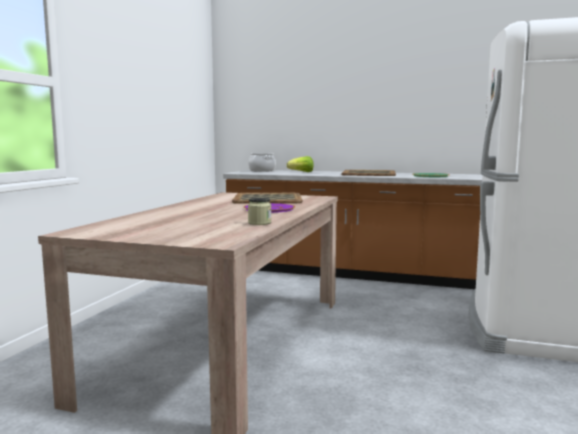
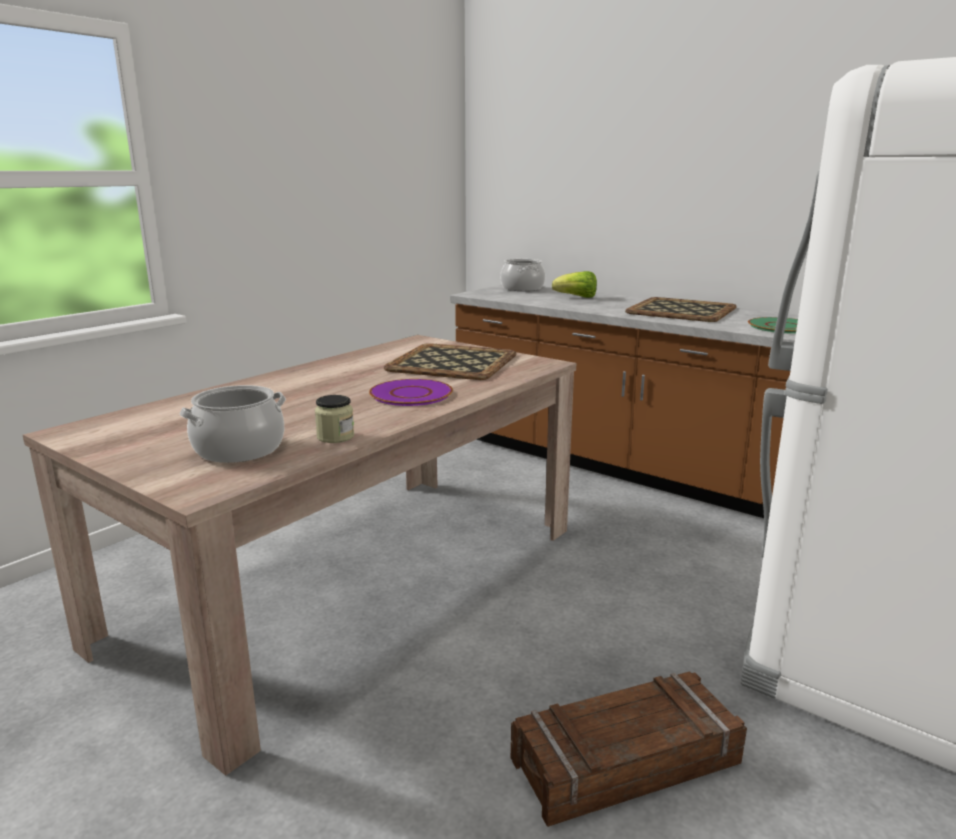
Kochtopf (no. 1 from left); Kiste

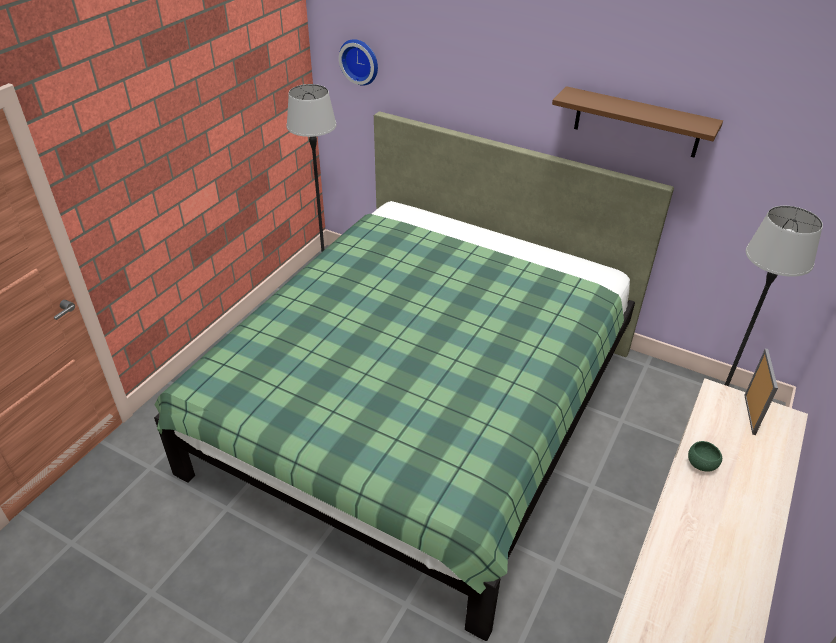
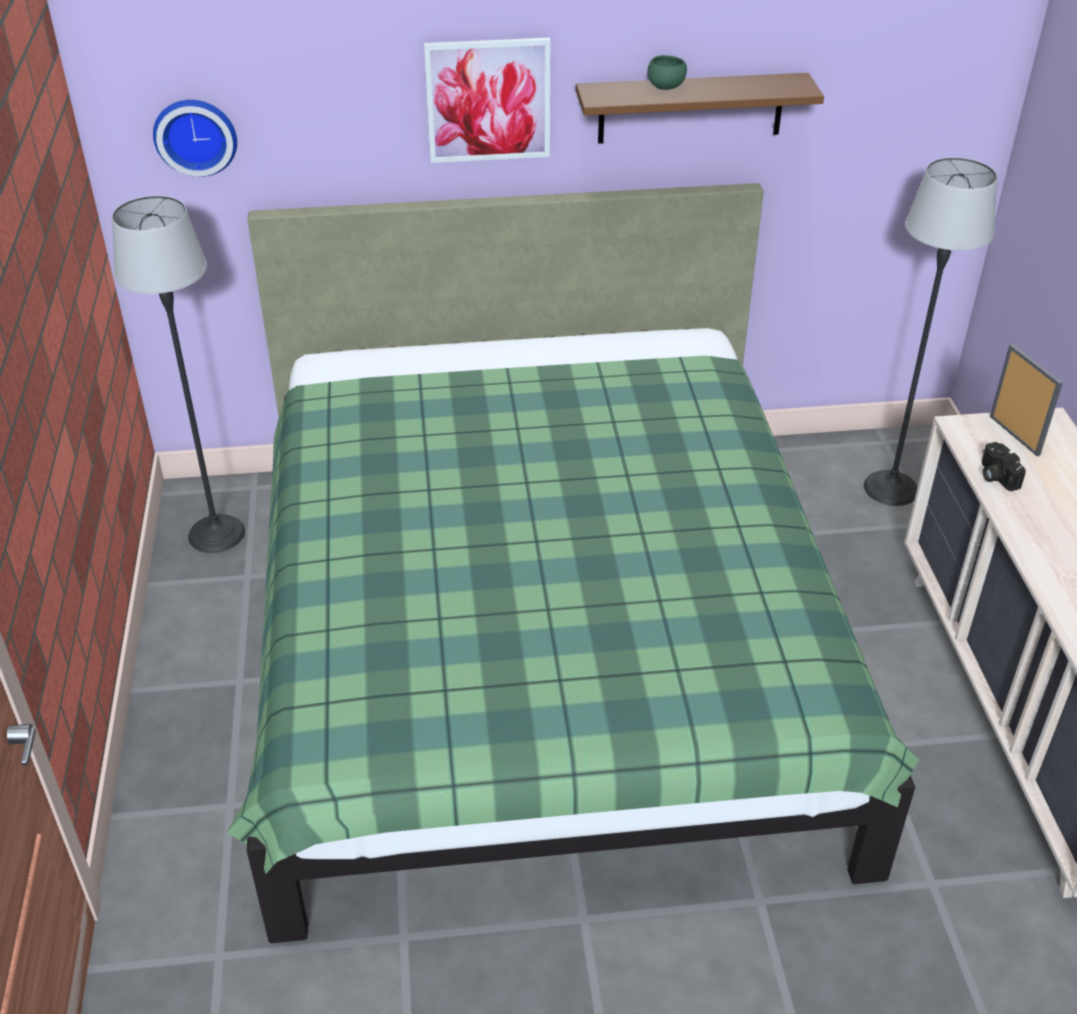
Bild; Schüssel/grün; Kamera

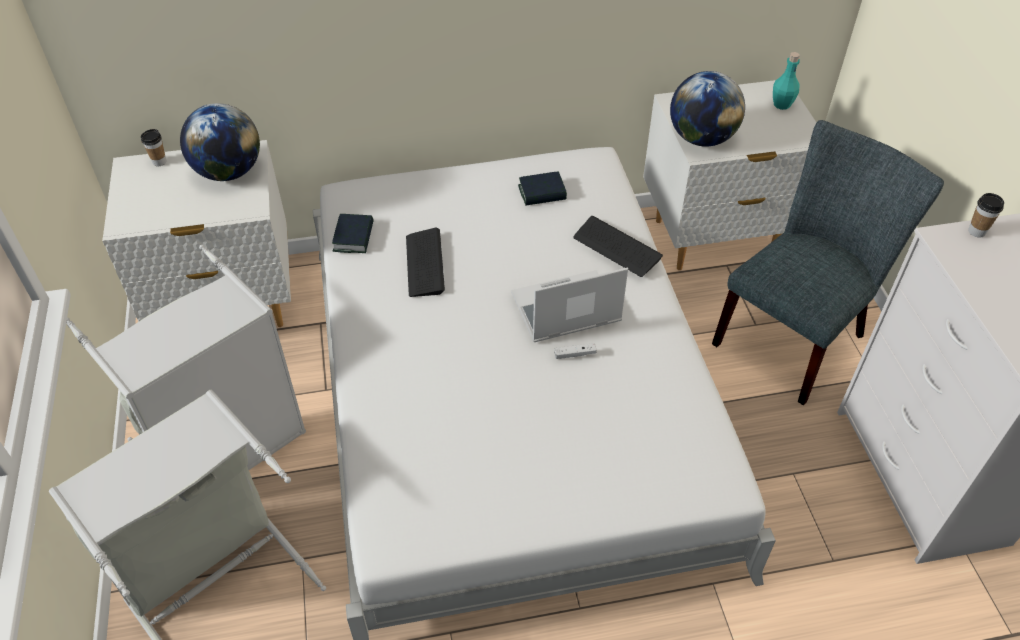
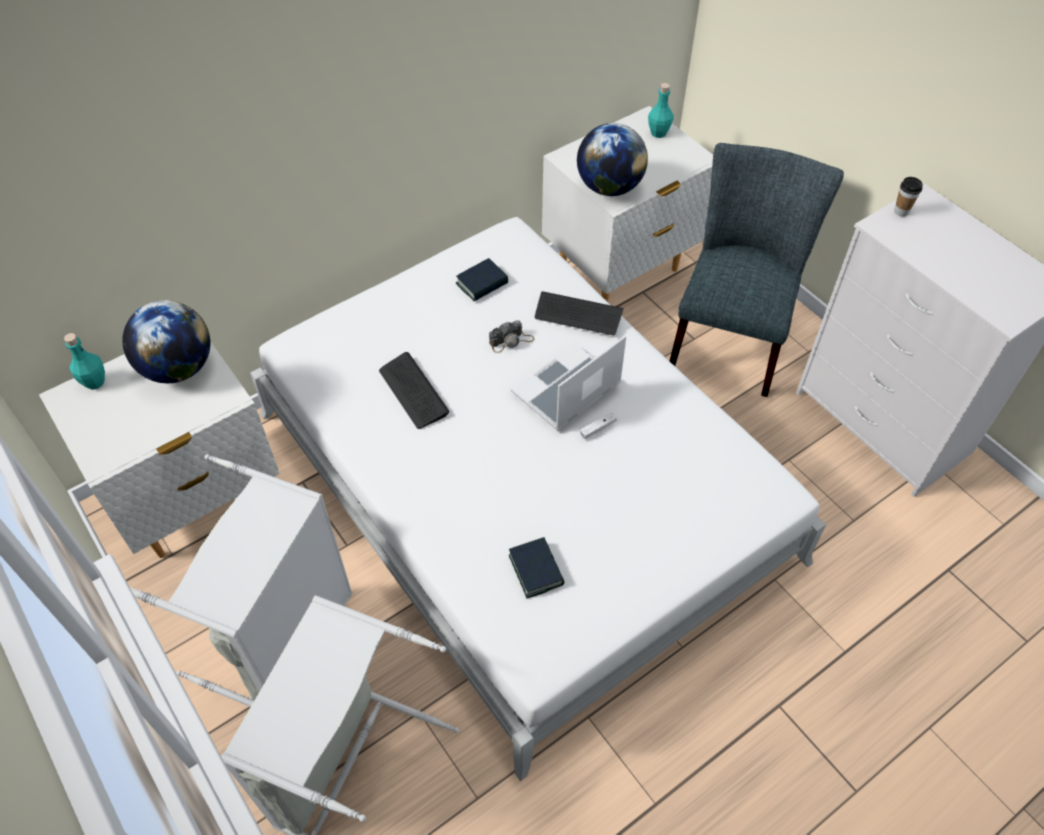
Flasche/türkis (no. 1 from left); Kamera; Buch (no. 2 from left)

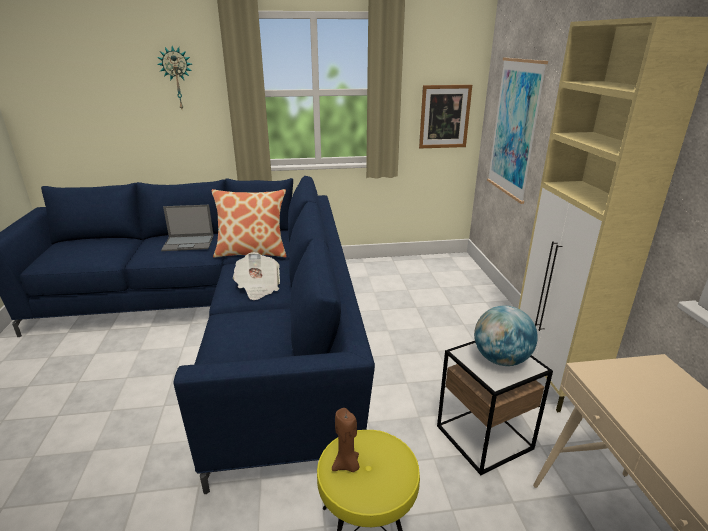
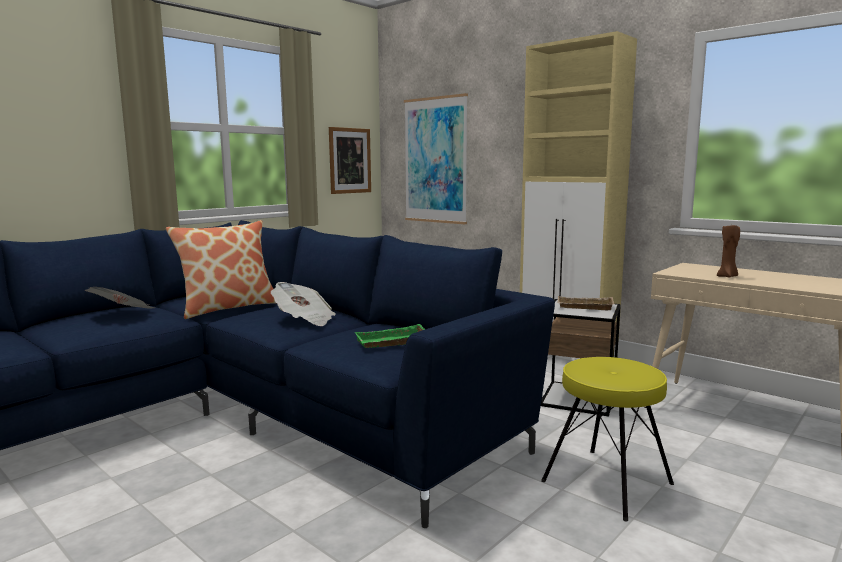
Zeitung (no. 1 from left); Tablett/grün; Tablett/beige; Kerze/braun; Wanduhr

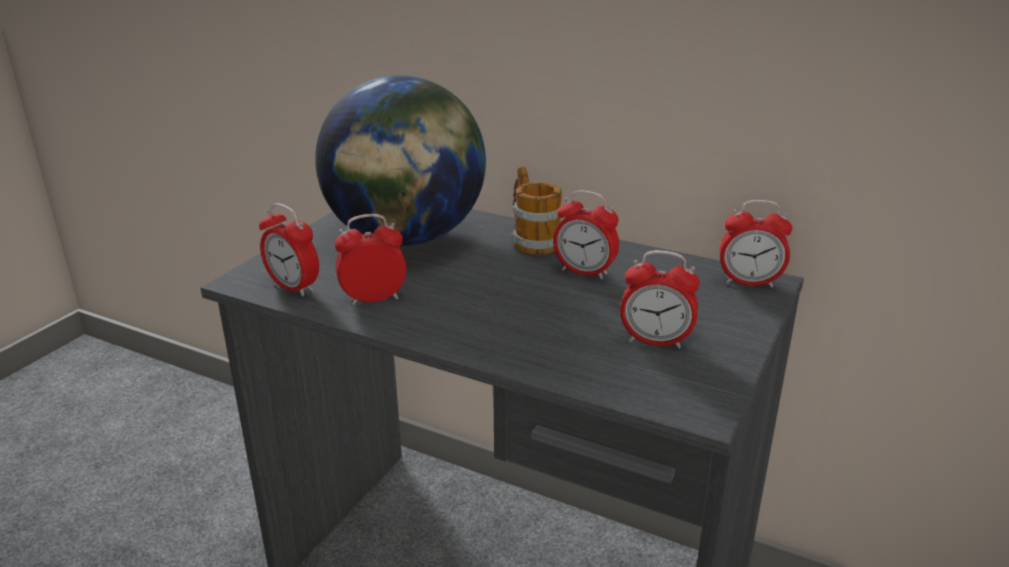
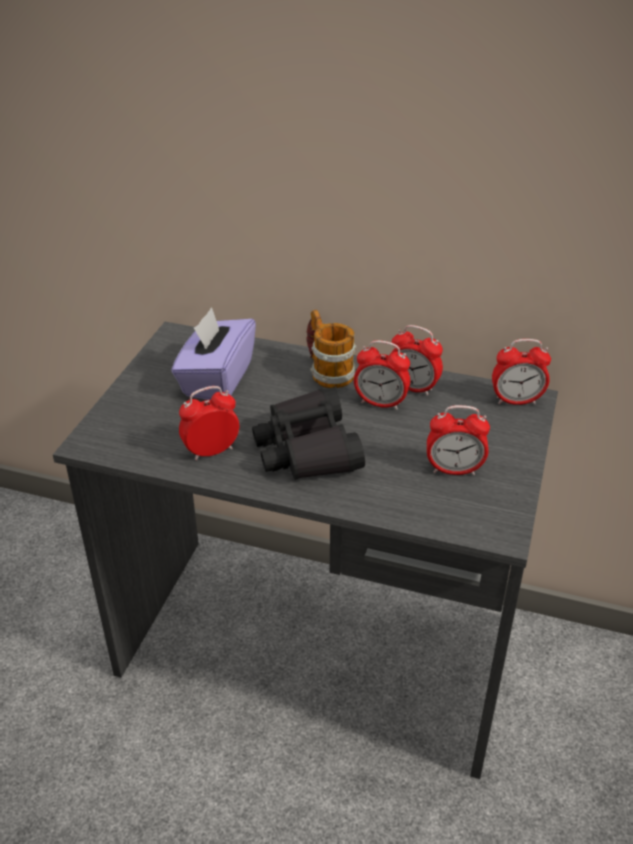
Taschentuchbox/lila; Fernglas/schwarz; Wecker (no. 3 from left)

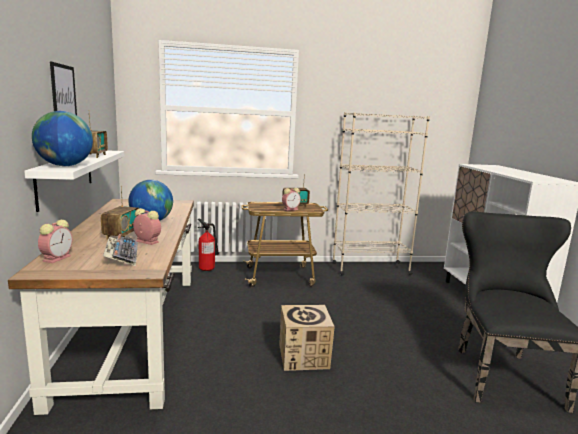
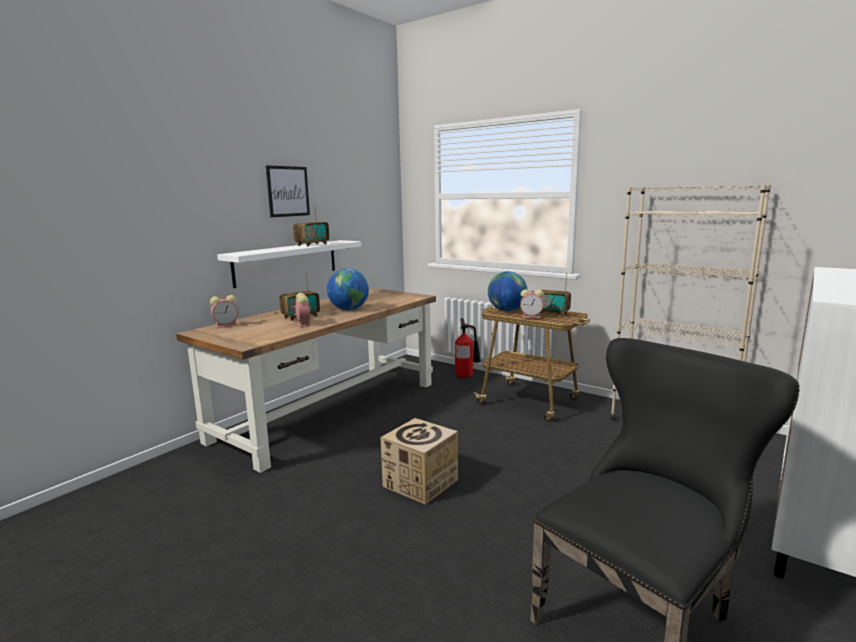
Globus (no. 2 from left); Tastatur

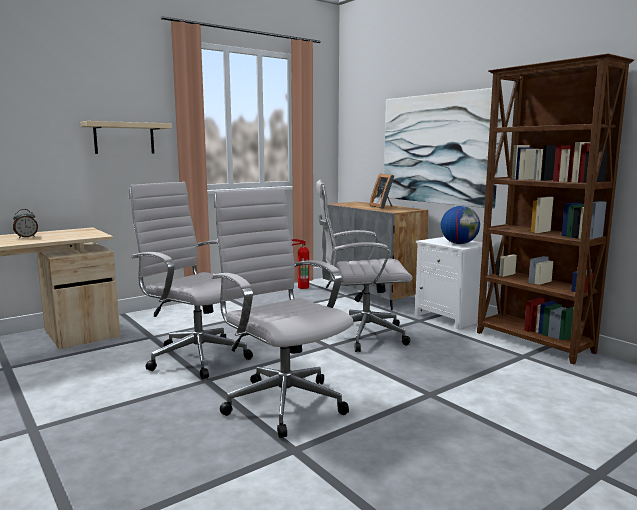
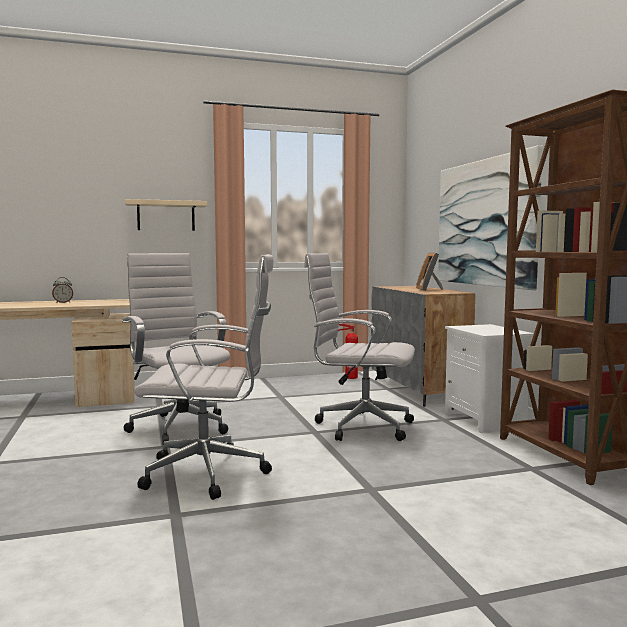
Bürostuhl/weiß (no. 2 from left); Globus

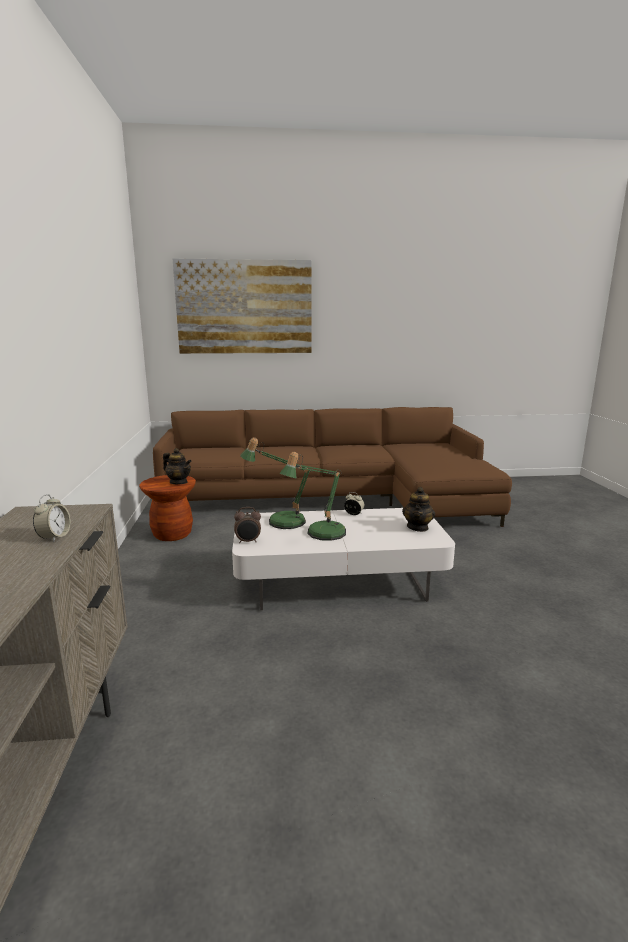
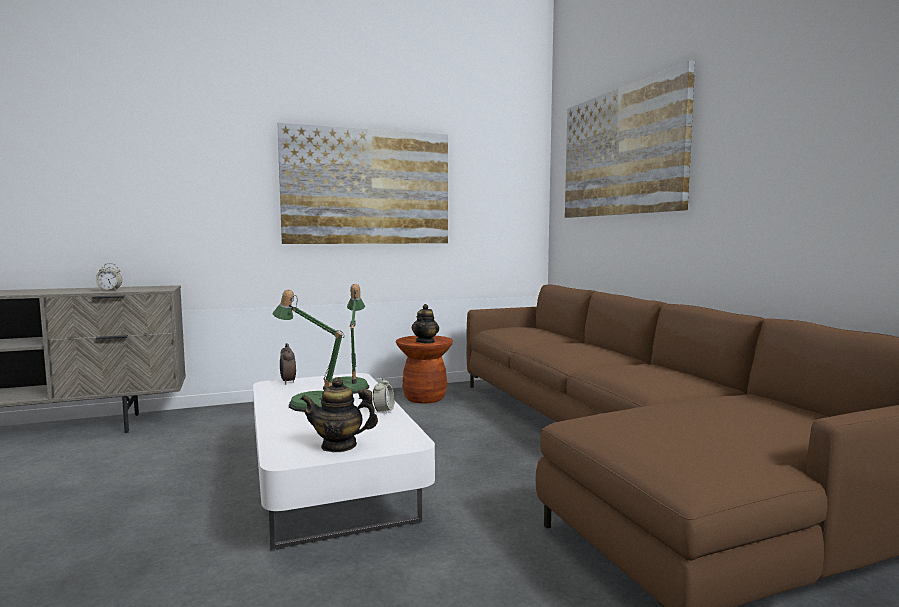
Bild (no. 1 from left)

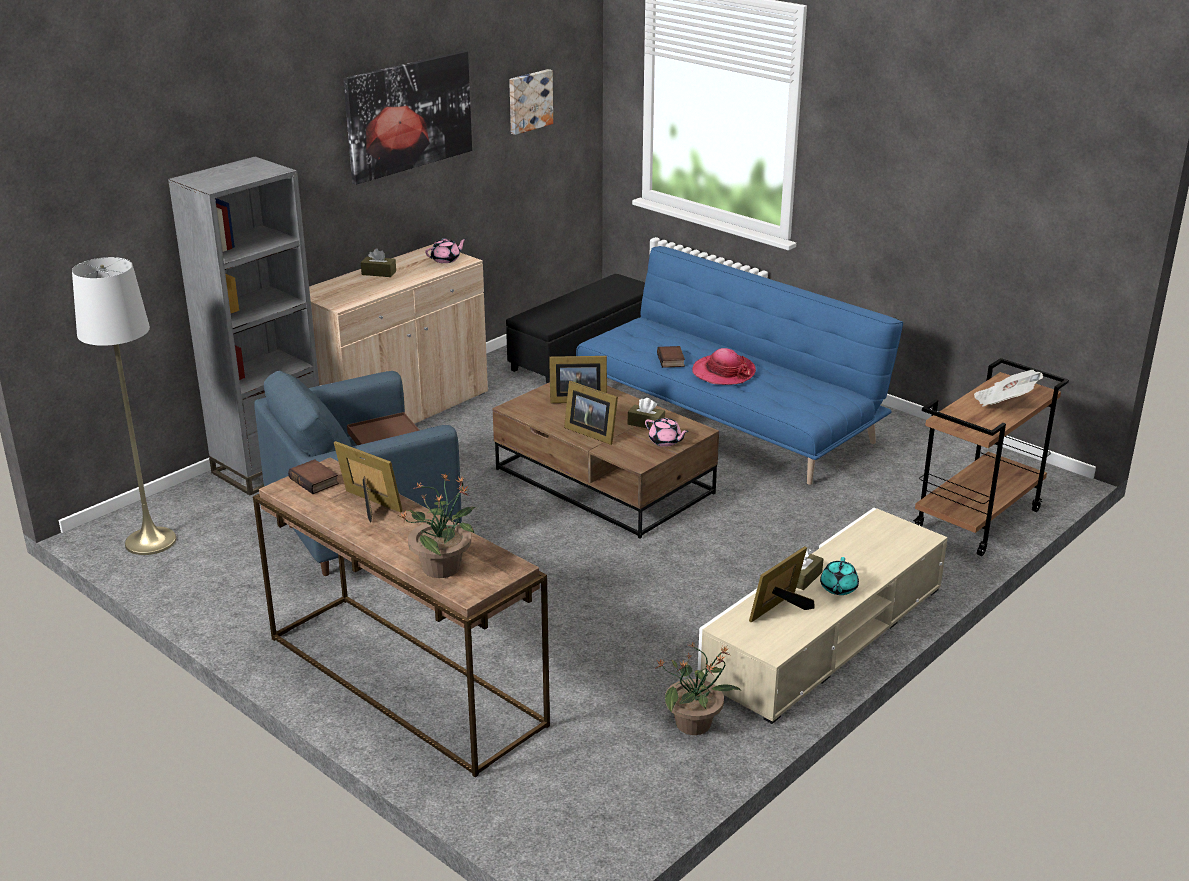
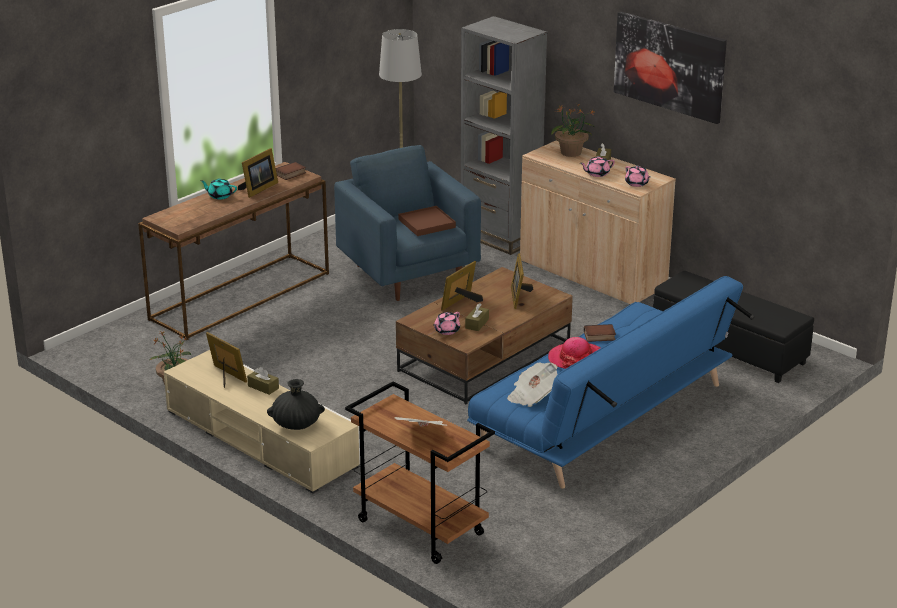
Teekanne/türkis; Vase/schwarz; Zeitung (no. 2 from left); Topfpflanze (no. 2 from left); Teekanne/rosa (no. 2 from left); Bild (no. 2 from left in the first image)

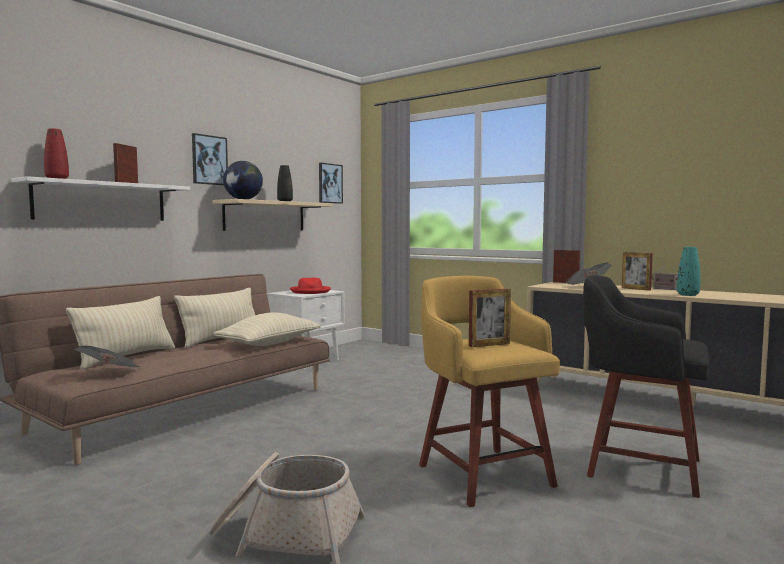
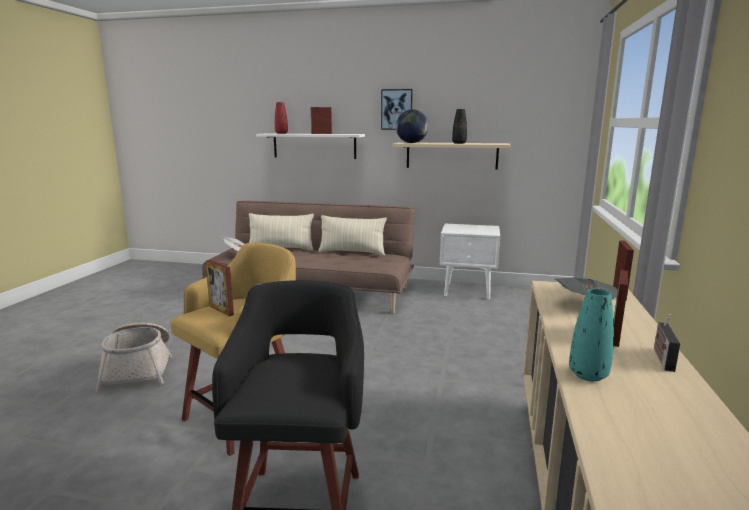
Kissen/beige (no. 3 from left in the first image); Hut/rot; Bild (no. 2 from left in the first image)

